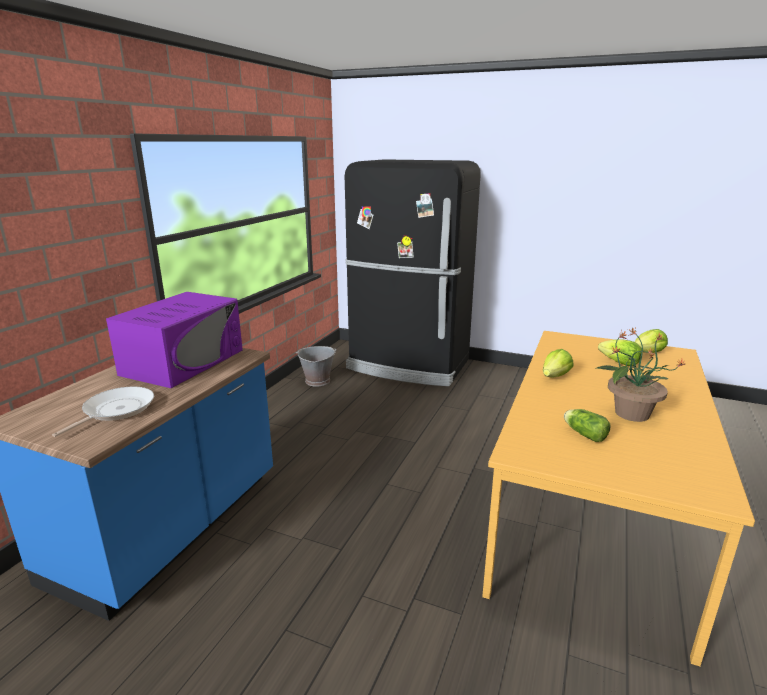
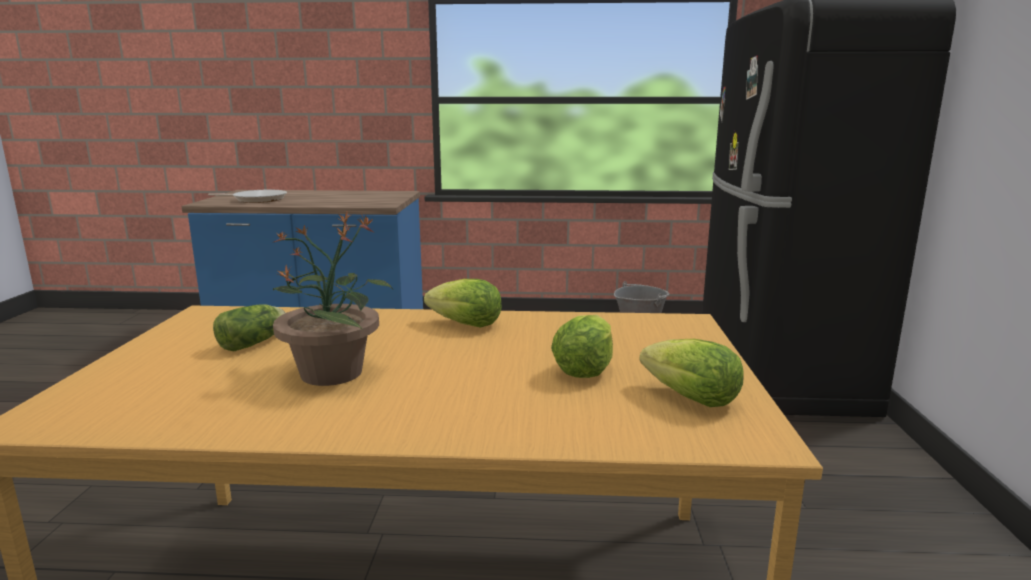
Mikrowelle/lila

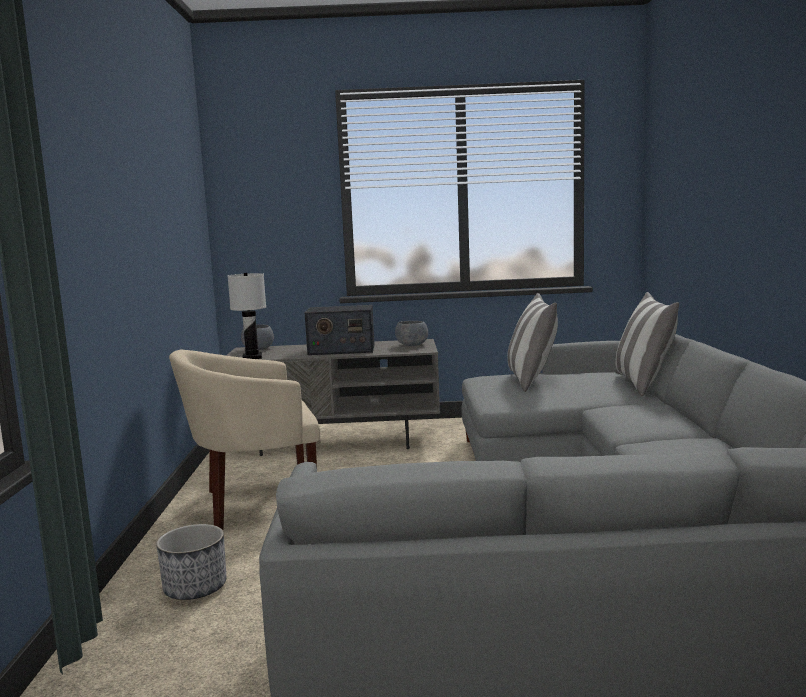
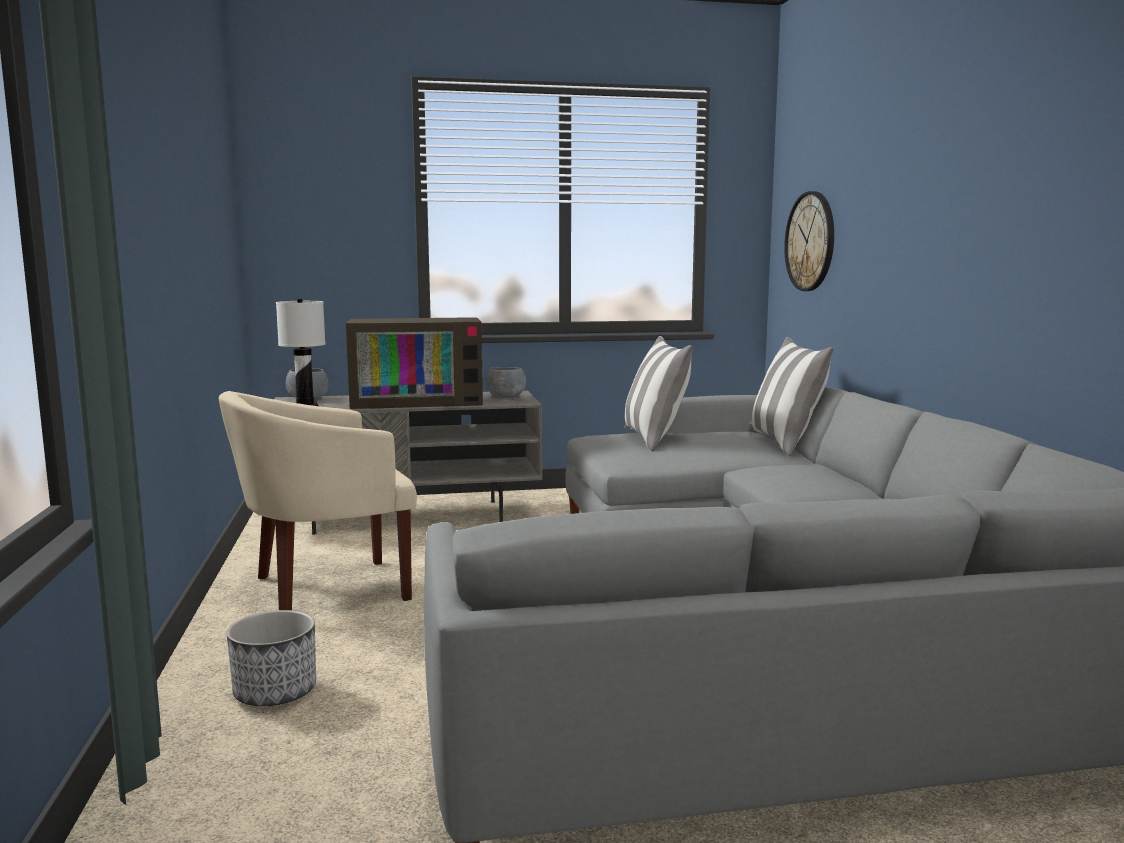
Fernseher; Wanduhr

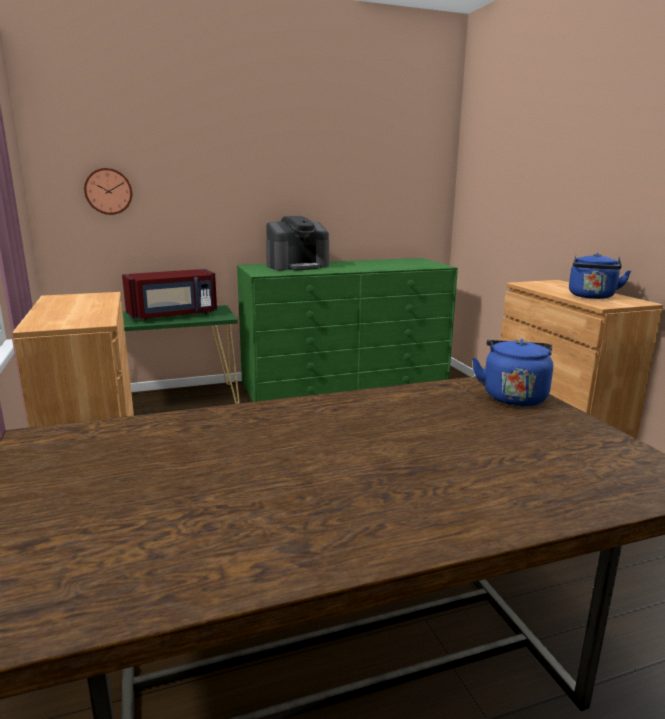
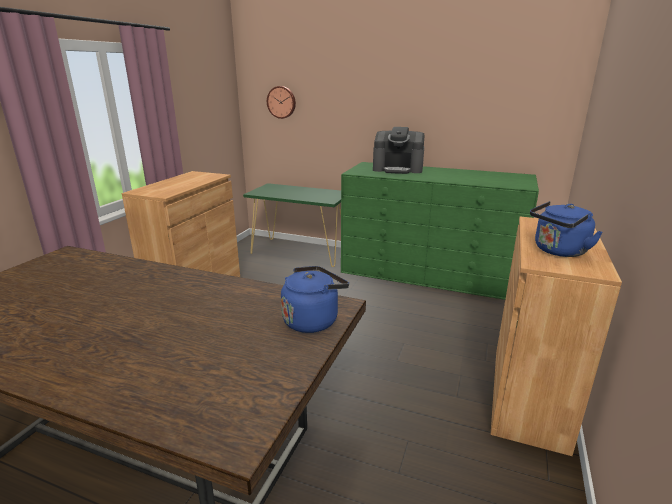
Mikrowelle/rot

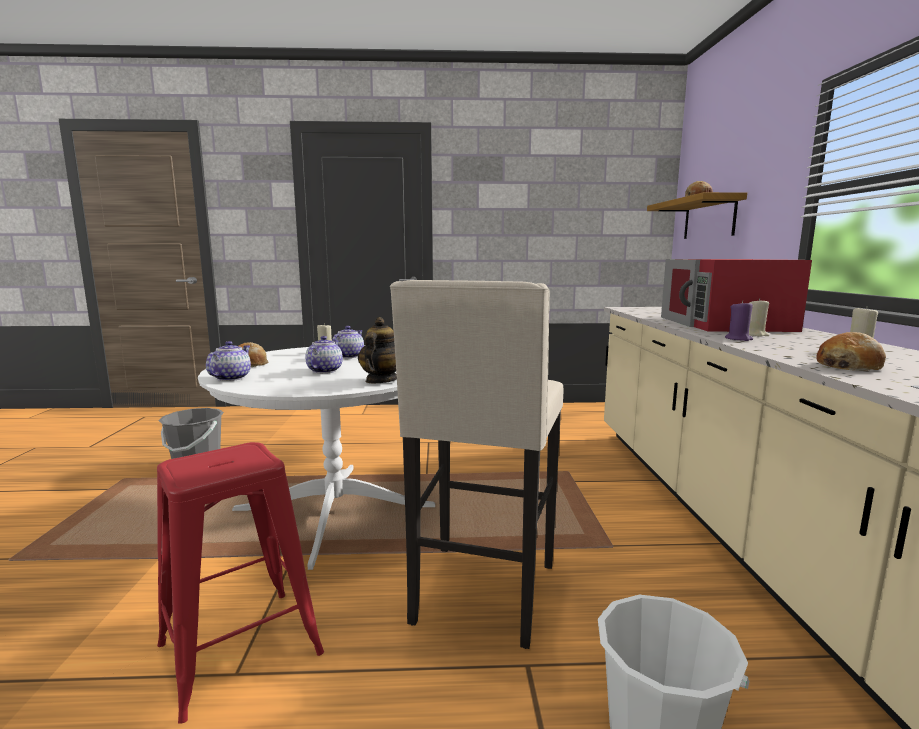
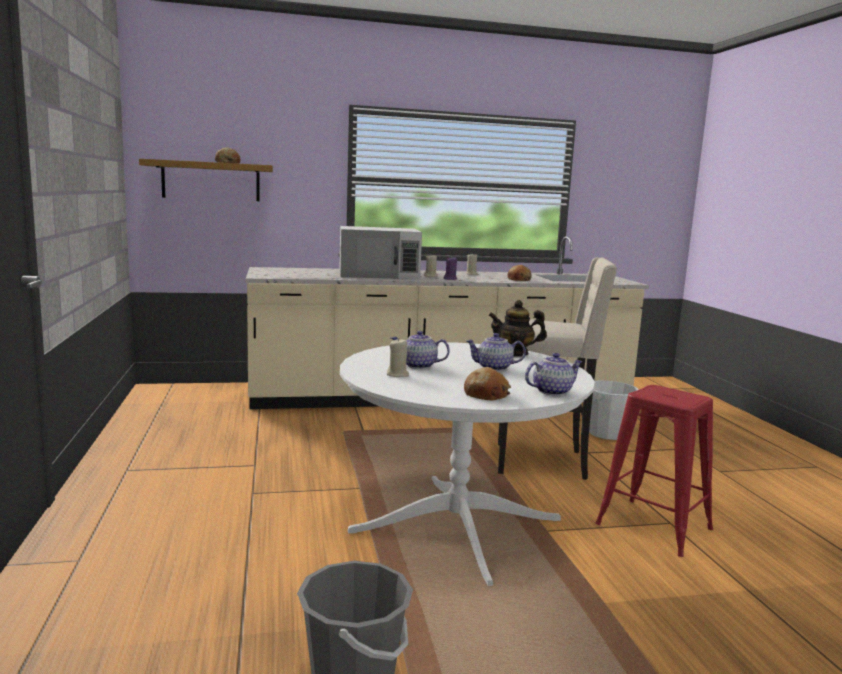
Mikrowelle/weiß; Teekanne (no. 4 from left)

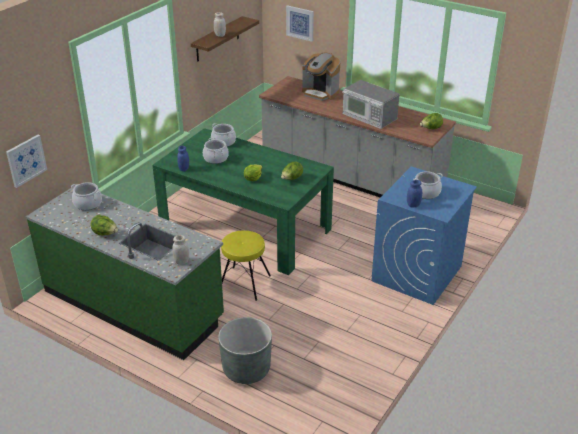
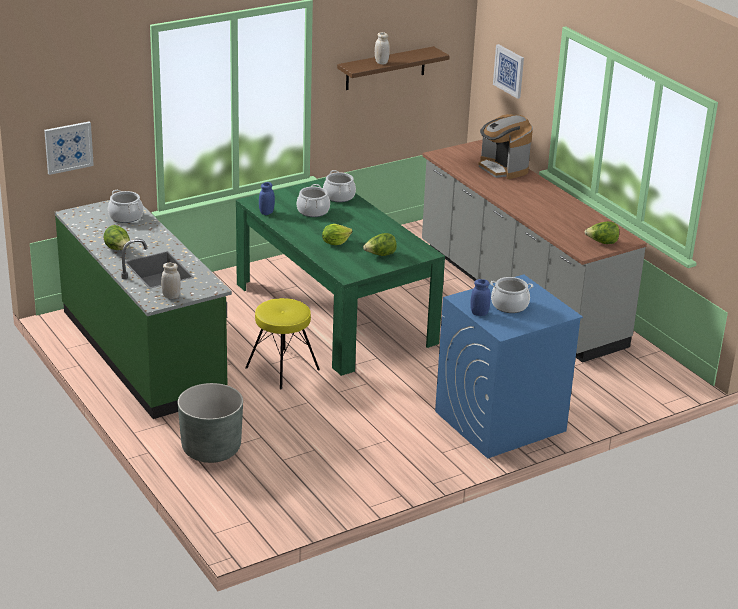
Mikrowelle

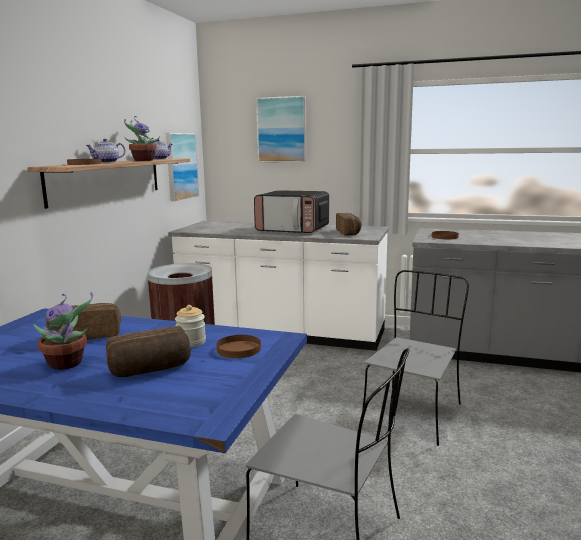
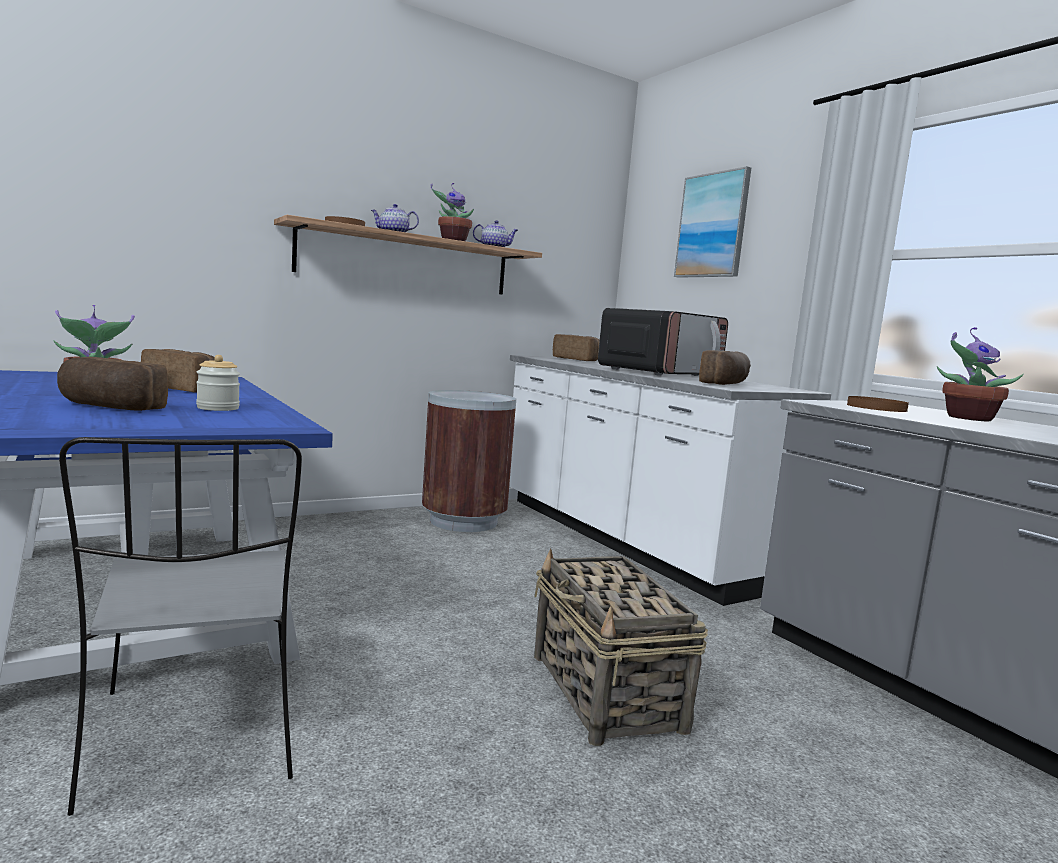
Korb; Brot (no. 3 from left); Mikrowelle; Topfpflanze (no. 3 from left); Bild (no. 1 from left in the first image); Teller/braun (no. 2 from left in the first image)

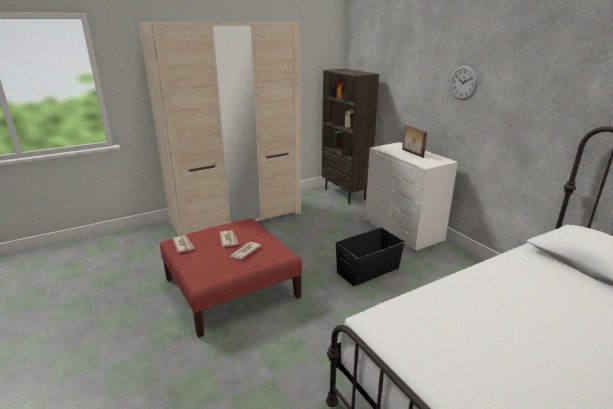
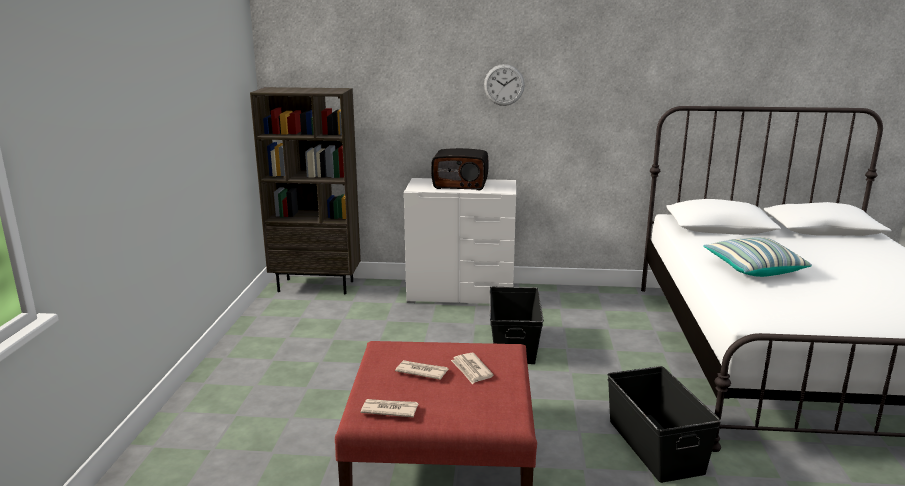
Radio; Aufbewahrungsbox/schwarz (no. 2 from left); Kissen; Kleiderschrank/beige

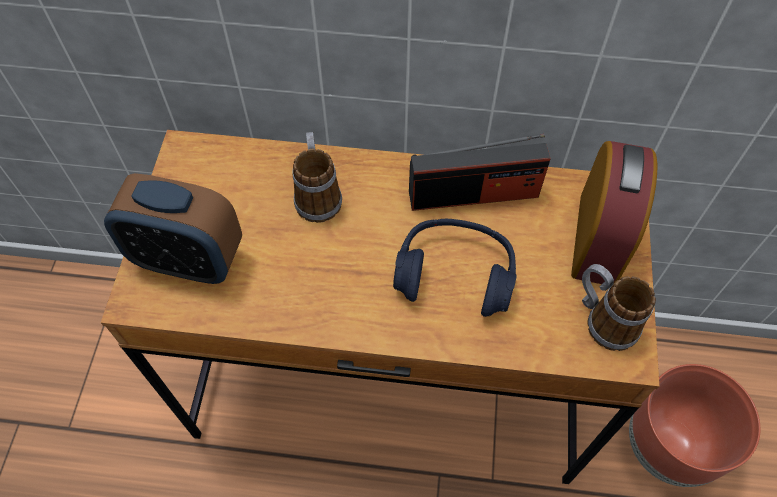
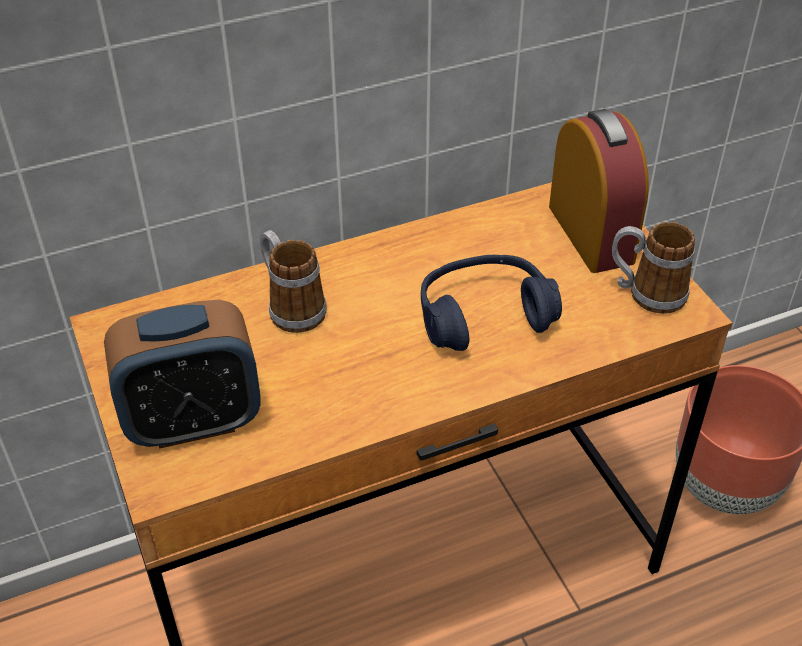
Radio

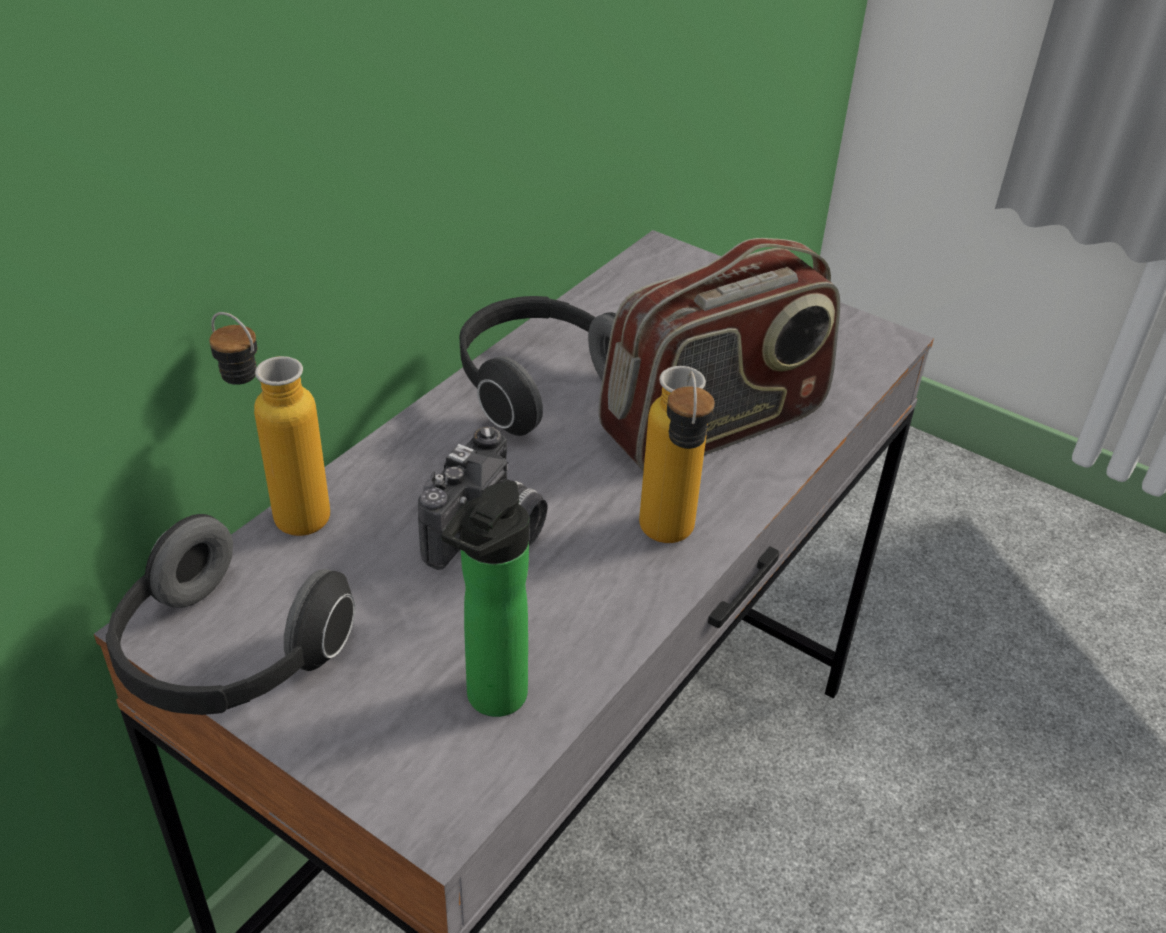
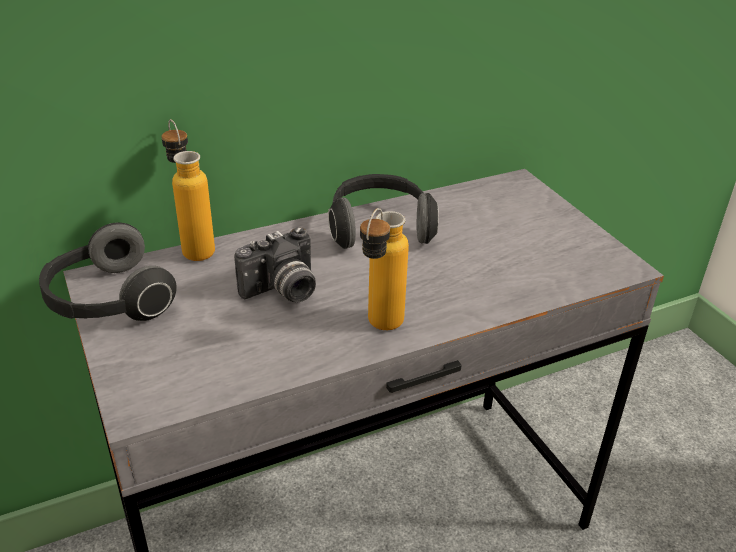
Flasche (no. 2 from left in the first image); Radio

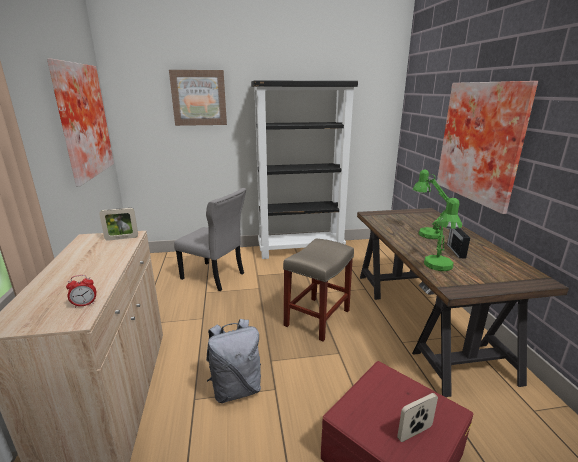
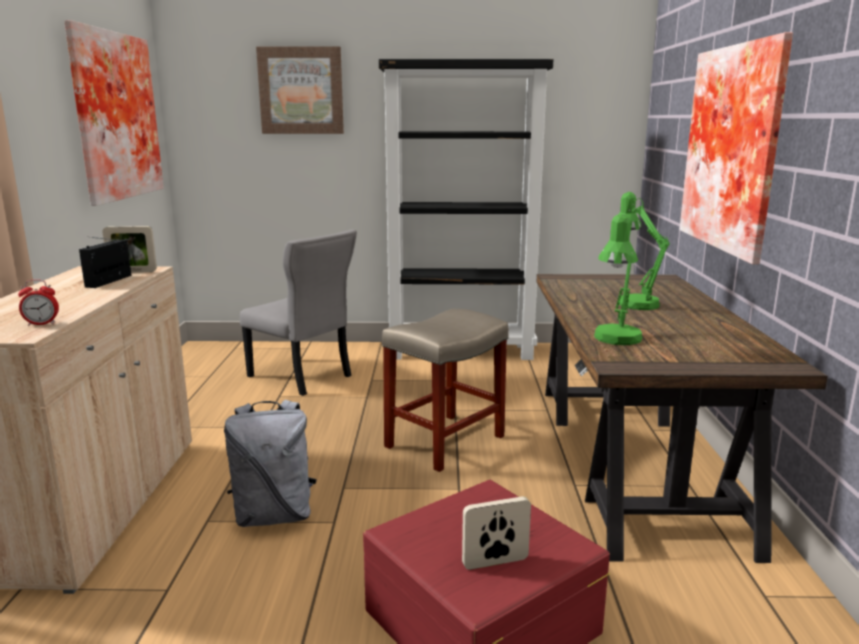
Radio

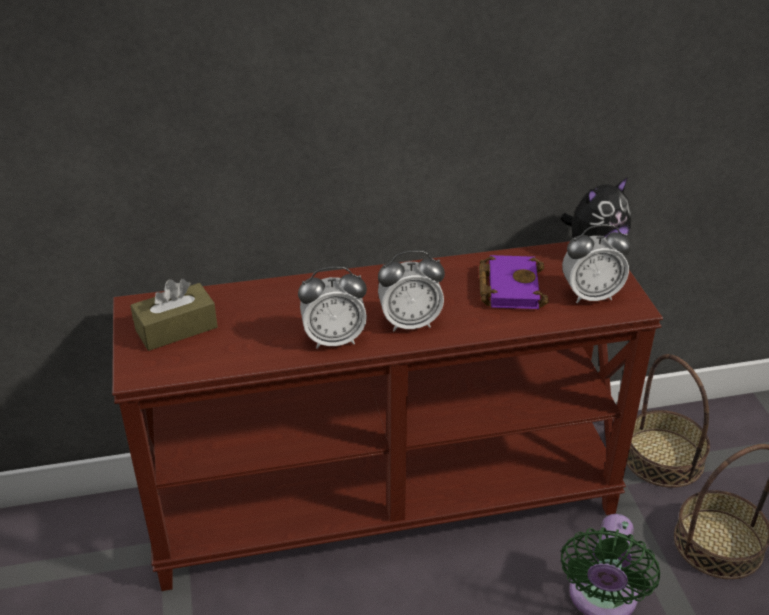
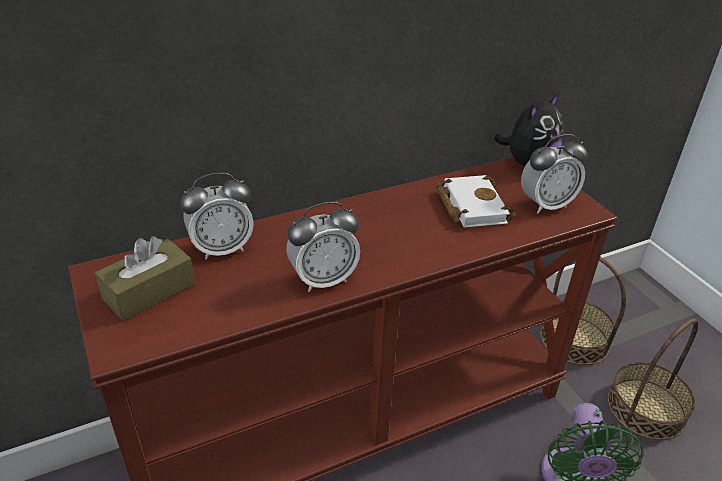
Wecker (no. 1 from left); Buch/weiß

